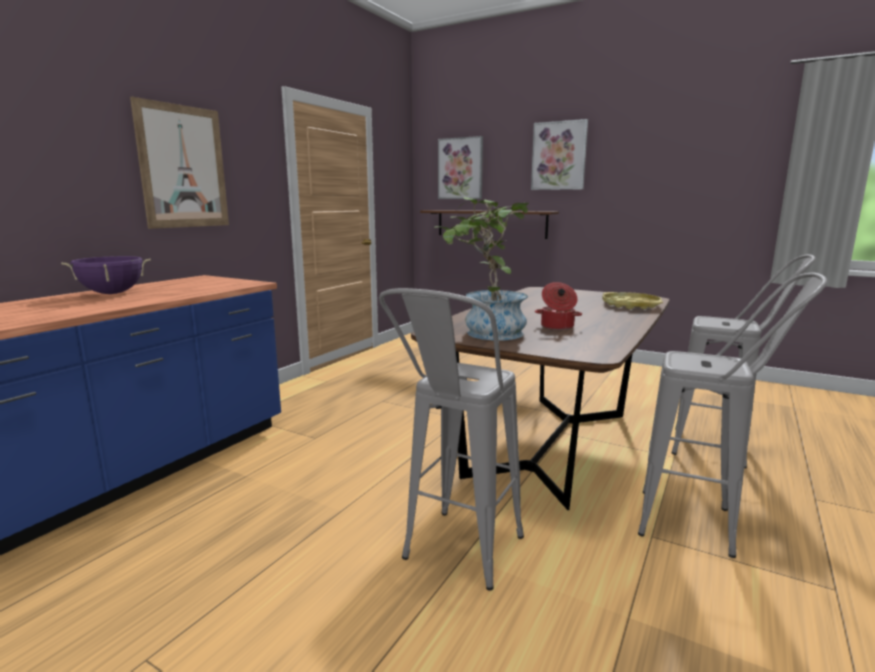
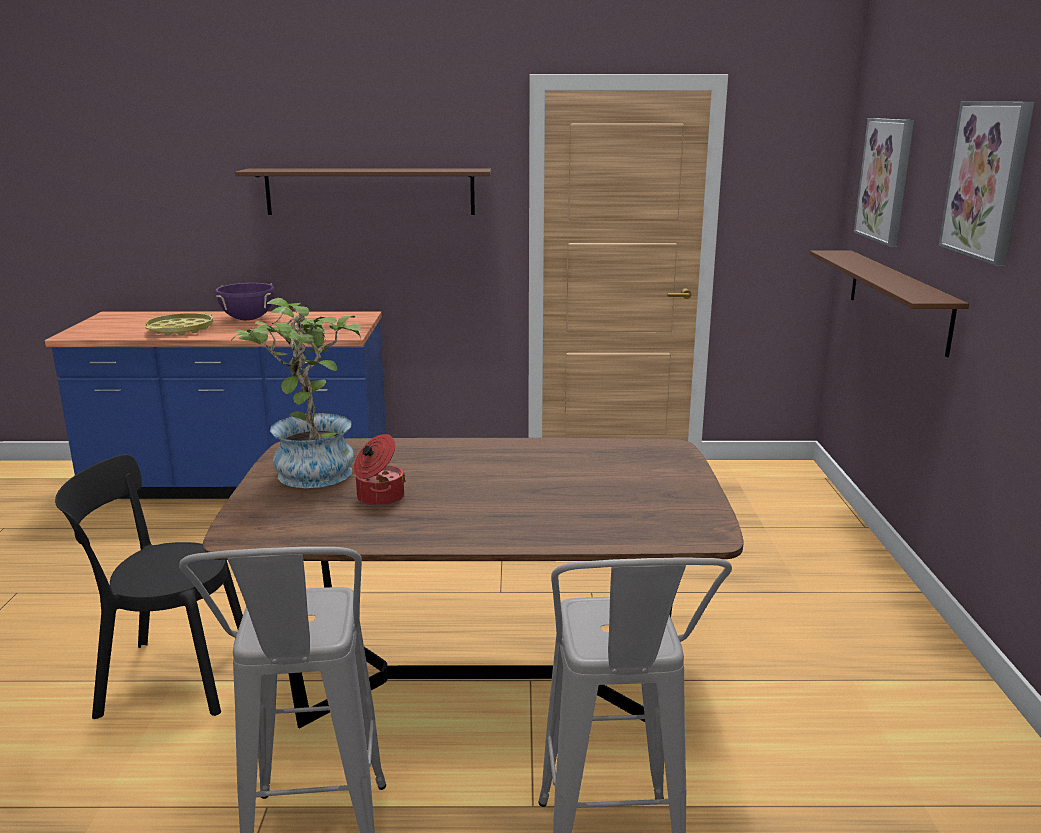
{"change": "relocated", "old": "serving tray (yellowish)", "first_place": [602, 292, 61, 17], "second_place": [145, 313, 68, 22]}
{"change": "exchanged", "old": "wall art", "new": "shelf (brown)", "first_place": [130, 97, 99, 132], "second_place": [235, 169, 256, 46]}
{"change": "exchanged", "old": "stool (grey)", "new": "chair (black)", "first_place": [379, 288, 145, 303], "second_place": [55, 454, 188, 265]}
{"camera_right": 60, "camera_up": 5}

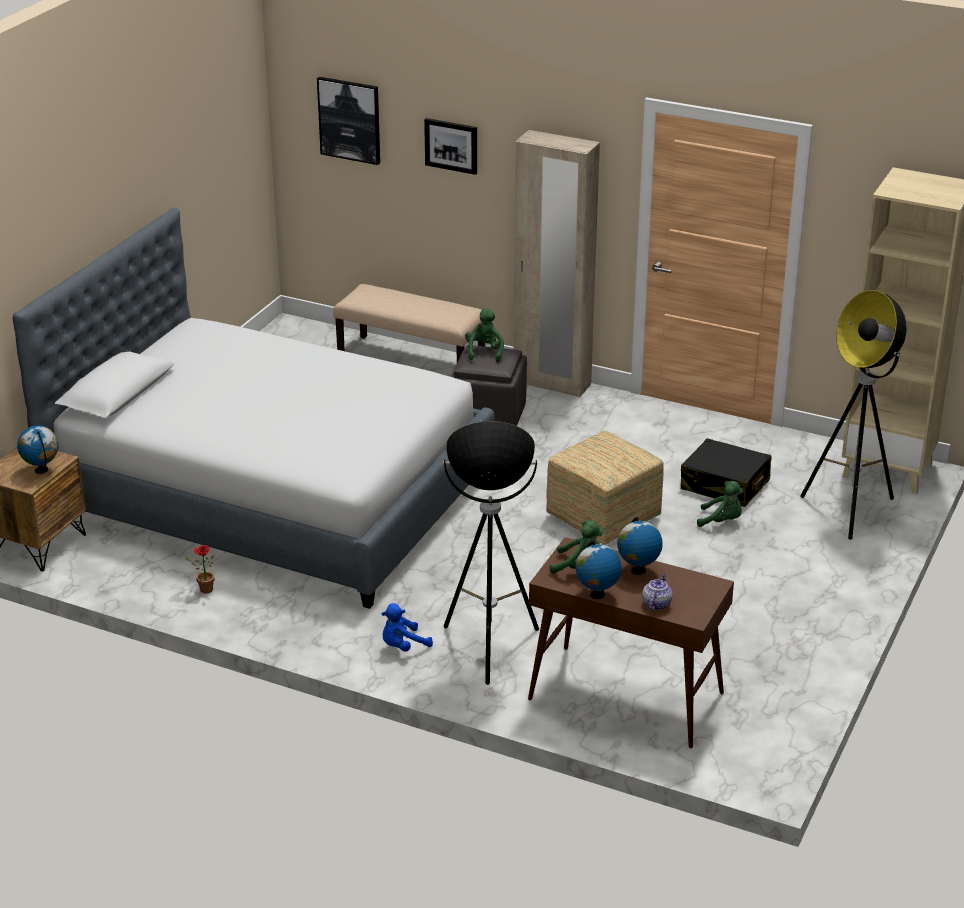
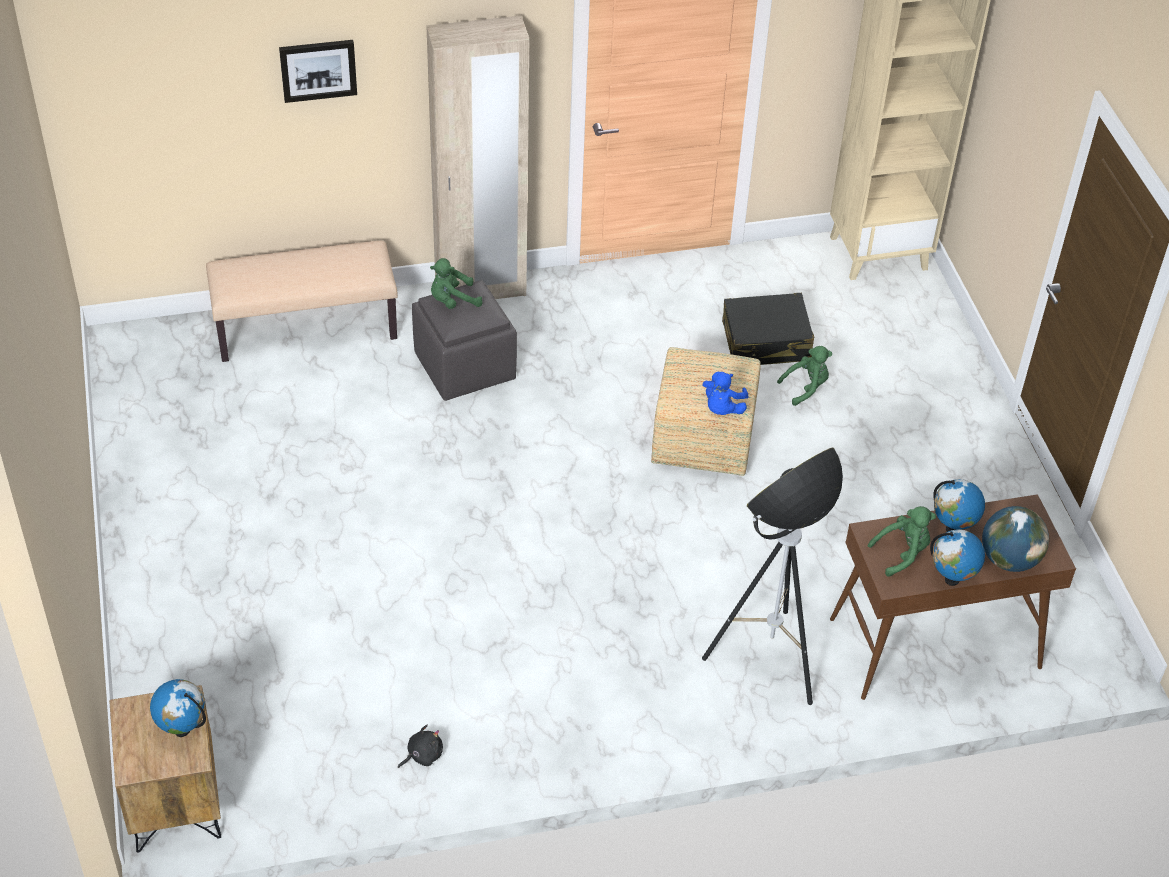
{"change": "missing", "old": "sleeping bed", "first_place": [13, 208, 482, 401]}
{"change": "missing", "old": "wall art", "first_place": [317, 77, 63, 88]}
{"change": "missing", "old": "standing lamp", "first_place": [801, 290, 106, 250]}
{"change": "relocated", "old": "plush toy (bluish)", "first_place": [382, 603, 51, 49], "second_place": [703, 372, 45, 43]}
{"change": "exchanged", "old": "plant in a pot", "new": "plush toy (black)", "first_place": [185, 545, 30, 49], "second_place": [398, 725, 45, 43]}
{"change": "exchanged", "old": "tea pot", "new": "globe", "first_place": [642, 573, 30, 37], "second_place": [982, 506, 67, 66]}
{"change": "spun", "old": "plush toy (greenish)", "first_place": [465, 308, 39, 54], "second_place": [430, 258, 53, 51], "degrees": -75}
{"camera_right": -40, "camera_up": 15}

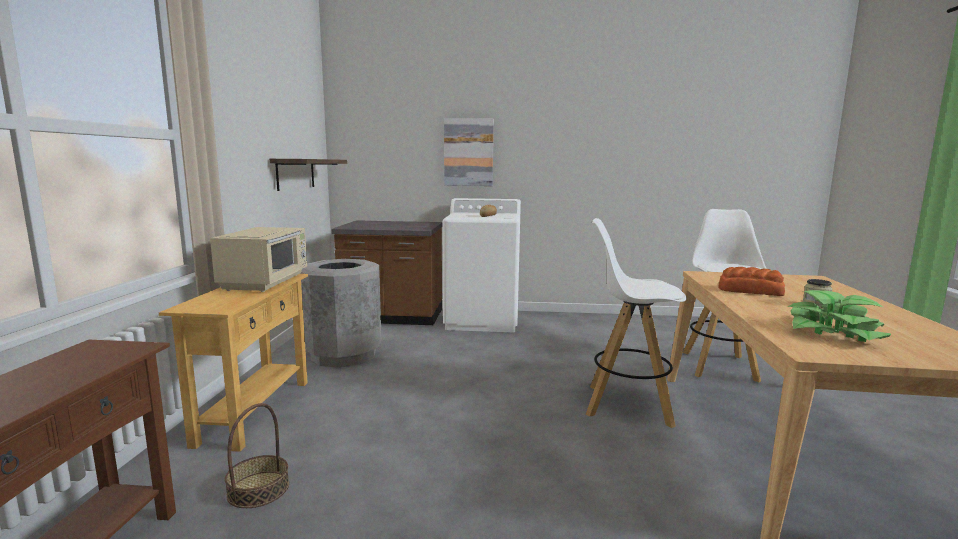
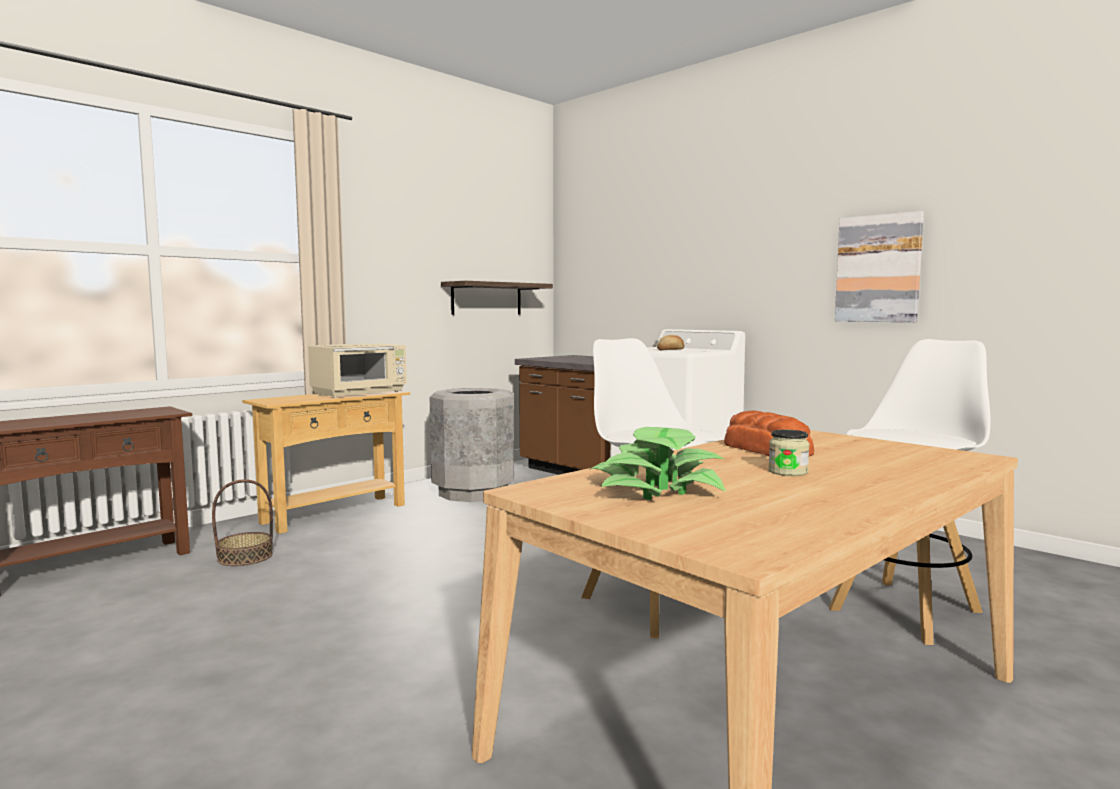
{"change": "relocated", "old": "wall art", "first_place": [444, 118, 50, 68], "second_place": [835, 211, 89, 111]}
{"camera_right": 40, "camera_up": -5}

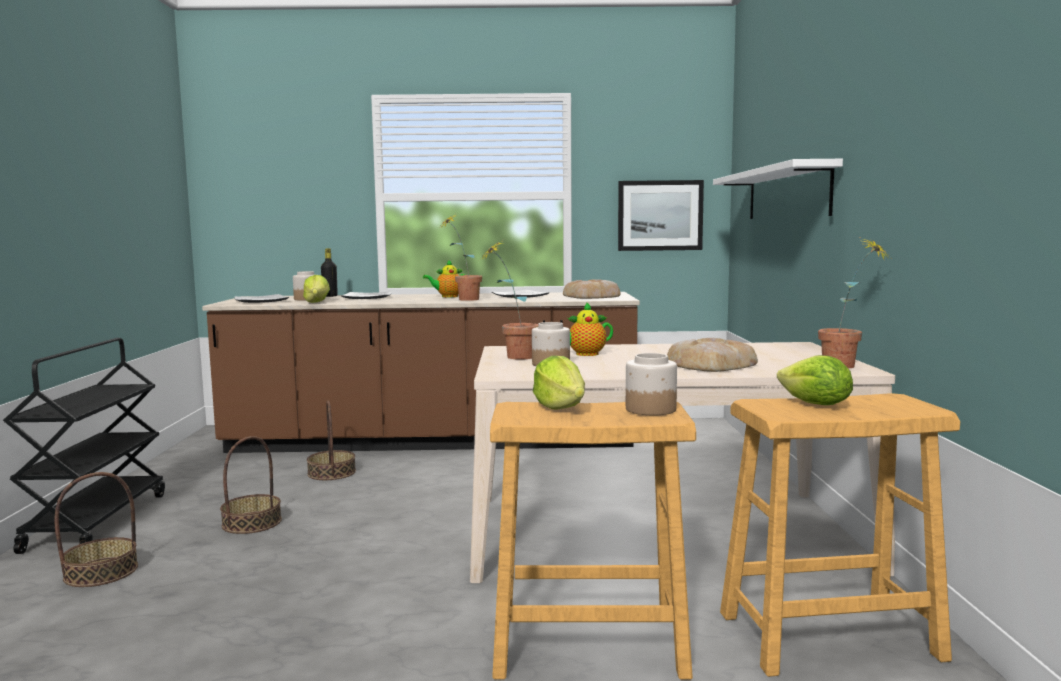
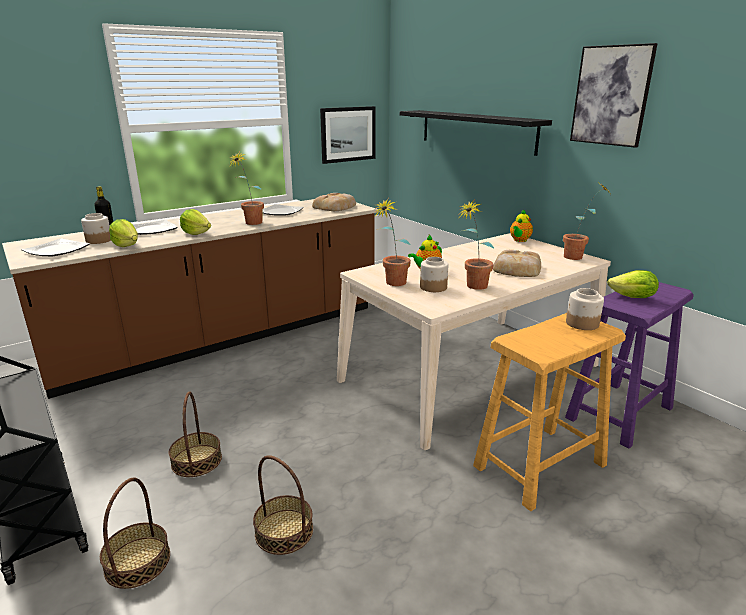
{"change": "appeared", "new": "plant in a pot", "second_place": [460, 199, 34, 91]}
{"change": "appeared", "new": "wall art", "second_place": [570, 43, 88, 105]}
{"change": "relocated", "old": "household basket", "first_place": [307, 401, 49, 79], "second_place": [253, 455, 60, 100]}
{"change": "relocated", "old": "tea pot", "first_place": [423, 259, 42, 38], "second_place": [510, 209, 23, 33]}
{"change": "relocated", "old": "lettuce head", "first_place": [533, 356, 52, 53], "second_place": [180, 209, 31, 26]}
{"change": "colour", "old": "shelf (whitish)", "new": "shelf (black)", "first_place": [713, 159, 130, 60], "second_place": [400, 110, 152, 46]}
{"change": "colour", "old": "stool (beige-coloured)", "new": "stool (purplish)", "first_place": [720, 393, 240, 284], "second_place": [565, 282, 129, 166]}
{"camera_right": -35, "camera_up": 15}

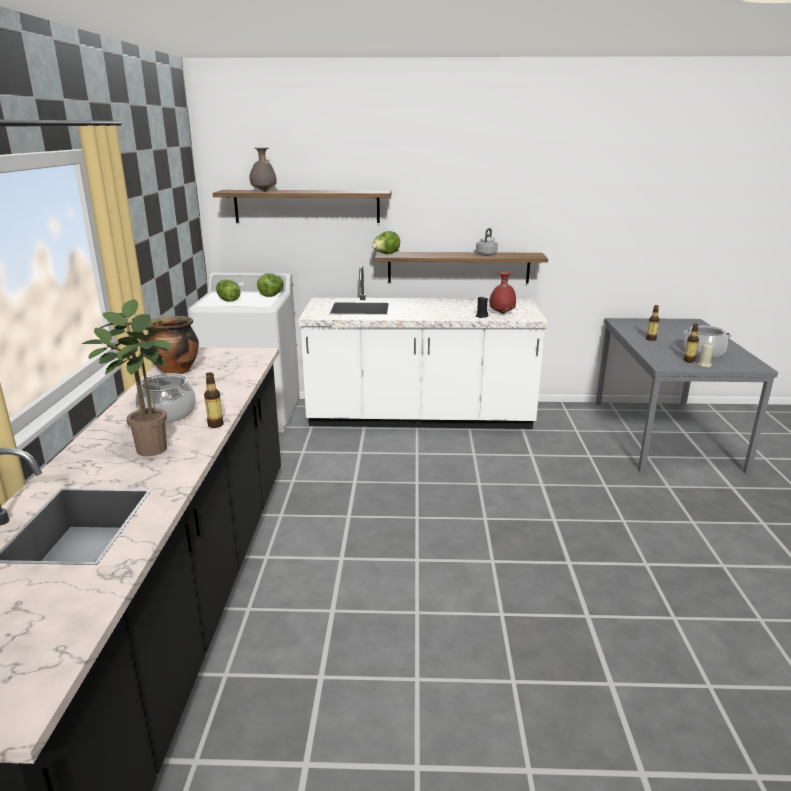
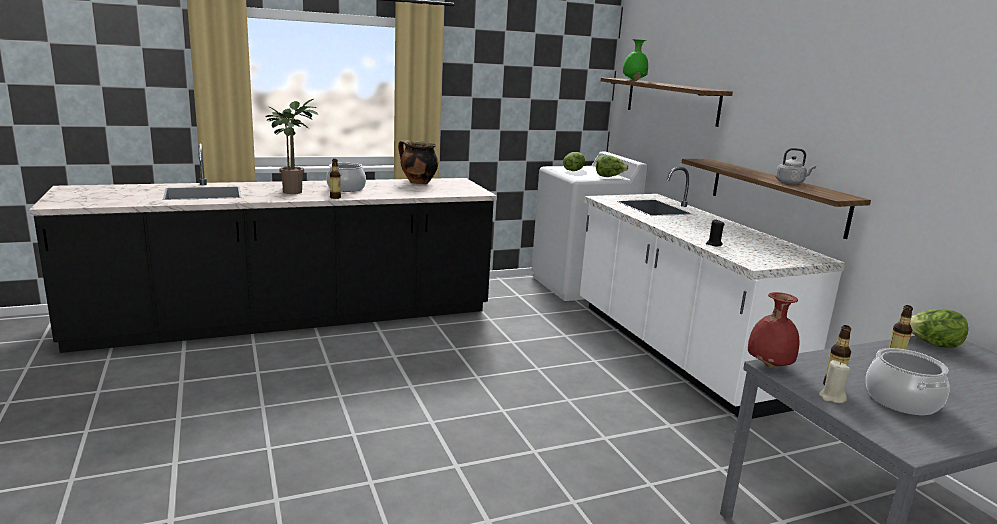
{"change": "relocated", "old": "lettuce head", "first_place": [372, 231, 28, 23], "second_place": [910, 309, 58, 39]}
{"change": "relocated", "old": "decorative vase (red-coloured)", "first_place": [490, 271, 26, 43], "second_place": [748, 292, 52, 76]}
{"change": "colour", "old": "decorative vase (grey)", "new": "decorative vase (greenish)", "first_place": [249, 148, 28, 44], "second_place": [623, 39, 25, 42]}
{"camera_right": 65, "camera_up": -5}

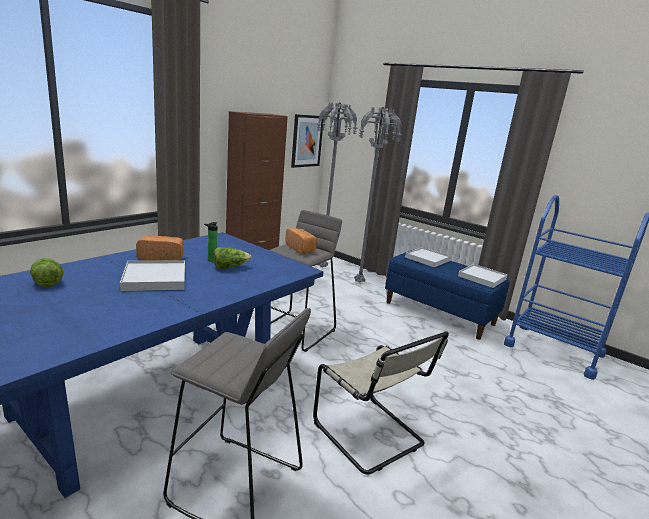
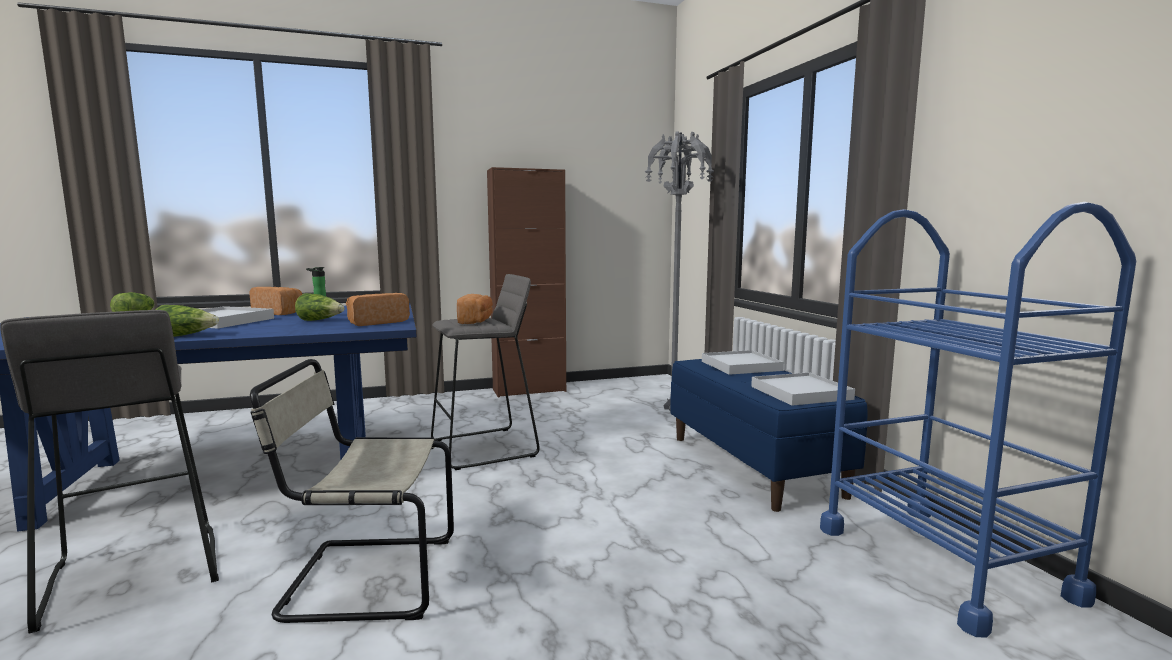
{"change": "missing", "old": "wall art", "first_place": [291, 114, 33, 54]}
{"change": "missing", "old": "standing lamp (grey)", "first_place": [317, 102, 40, 165]}
{"change": "appeared", "new": "lettuce head", "second_place": [156, 305, 63, 32]}
{"change": "appeared", "new": "bread", "second_place": [346, 293, 64, 33]}
{"change": "spun", "old": "chair (beige-coloured)", "first_place": [313, 331, 136, 143], "second_place": [250, 359, 204, 264], "degrees": 90}
{"camera_right": 35, "camera_up": -10}

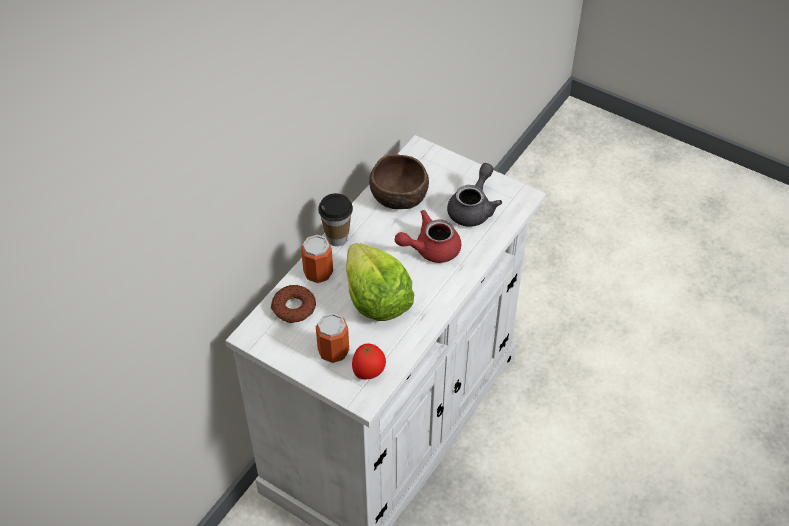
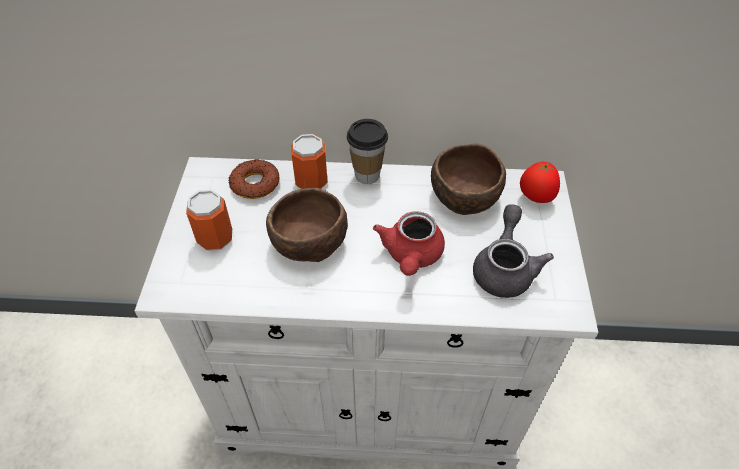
{"change": "relocated", "old": "tomato", "first_place": [352, 344, 34, 35], "second_place": [520, 162, 40, 41]}
{"change": "exchanged", "old": "lettuce head", "new": "deep dish (brown)", "first_place": [346, 243, 69, 78], "second_place": [266, 188, 82, 74]}
{"change": "spun", "old": "tea pot (red-coloured)", "first_place": [395, 210, 66, 53], "second_place": [373, 211, 72, 65], "degrees": -120}
{"change": "spun", "old": "tea pot (grey)", "first_place": [447, 163, 55, 64], "second_place": [473, 204, 81, 94], "degrees": -75}
{"camera_right": 60, "camera_up": 0}

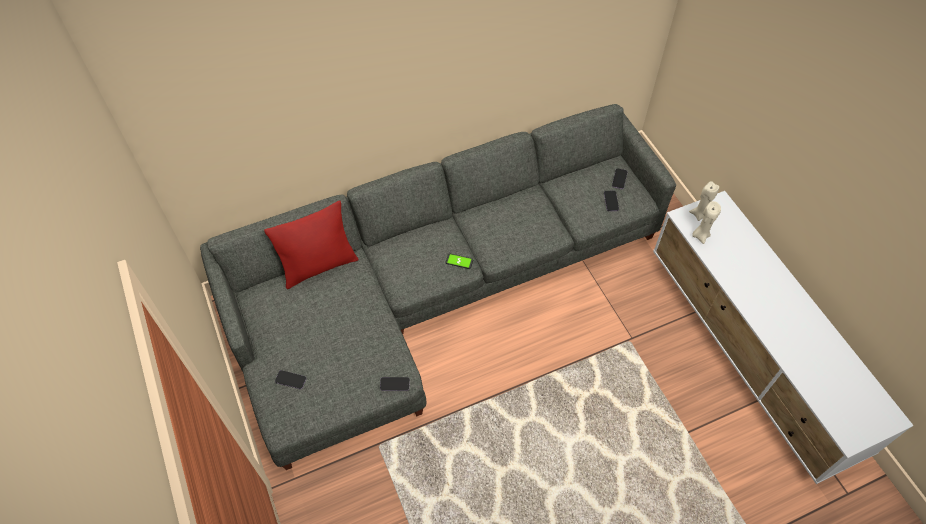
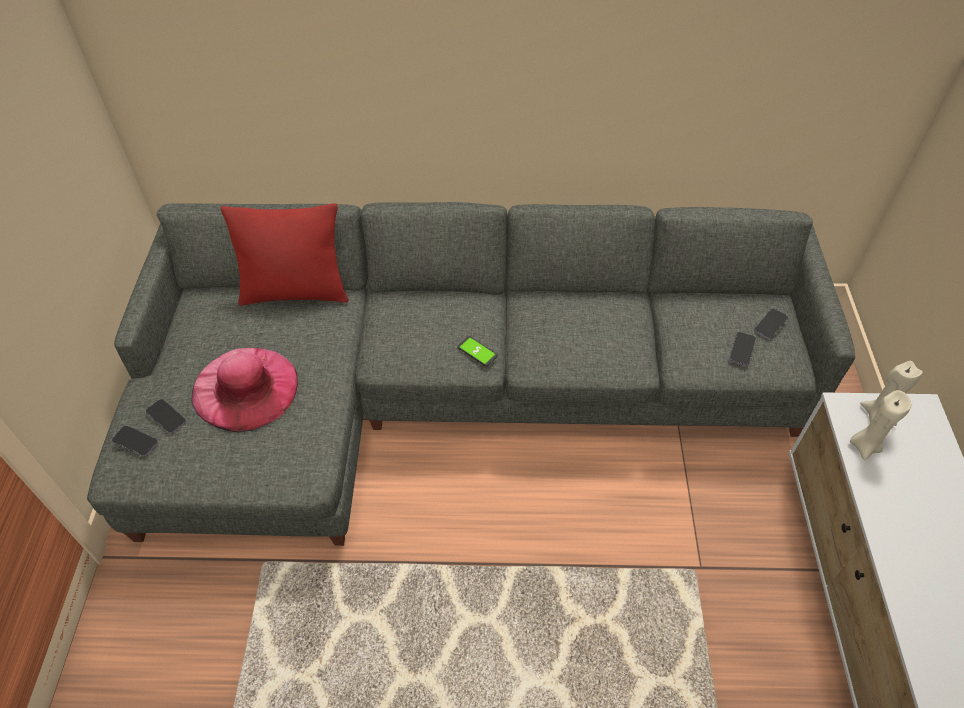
{"change": "appeared", "new": "clothing hat (pink)", "second_place": [192, 348, 106, 84]}
{"change": "relocated", "old": "phone", "first_place": [380, 377, 30, 14], "second_place": [112, 425, 46, 31]}
{"camera_right": 25, "camera_up": -5}

